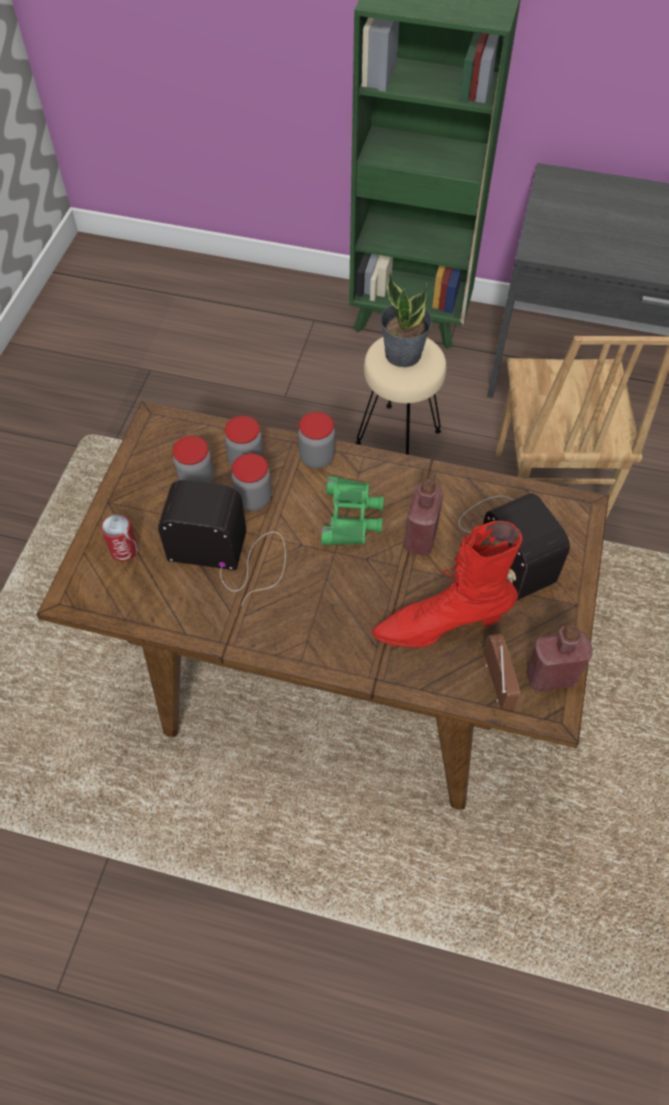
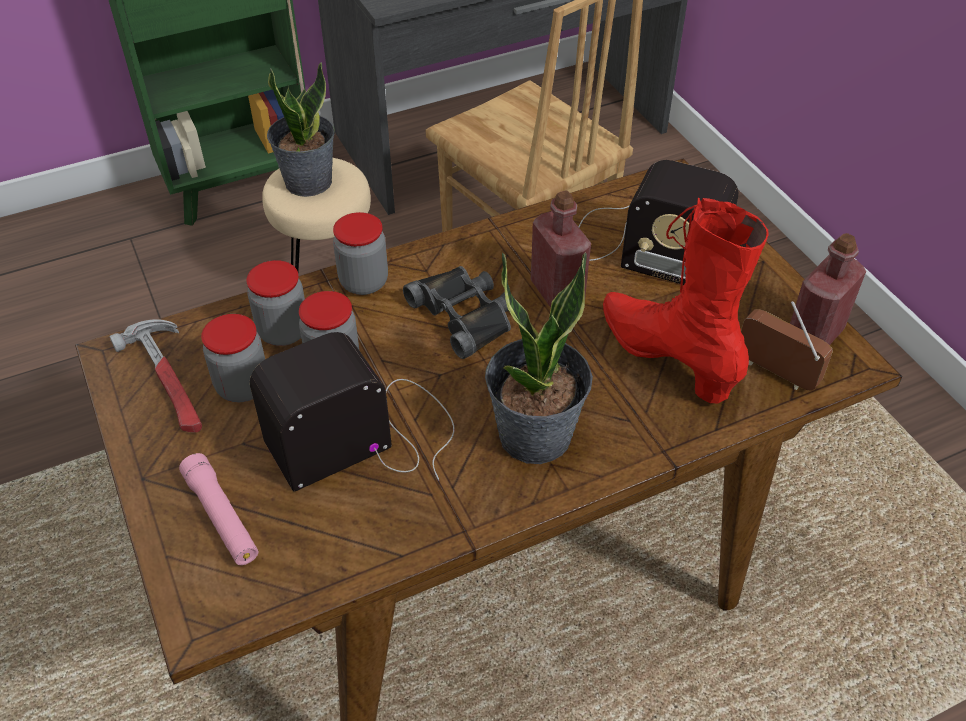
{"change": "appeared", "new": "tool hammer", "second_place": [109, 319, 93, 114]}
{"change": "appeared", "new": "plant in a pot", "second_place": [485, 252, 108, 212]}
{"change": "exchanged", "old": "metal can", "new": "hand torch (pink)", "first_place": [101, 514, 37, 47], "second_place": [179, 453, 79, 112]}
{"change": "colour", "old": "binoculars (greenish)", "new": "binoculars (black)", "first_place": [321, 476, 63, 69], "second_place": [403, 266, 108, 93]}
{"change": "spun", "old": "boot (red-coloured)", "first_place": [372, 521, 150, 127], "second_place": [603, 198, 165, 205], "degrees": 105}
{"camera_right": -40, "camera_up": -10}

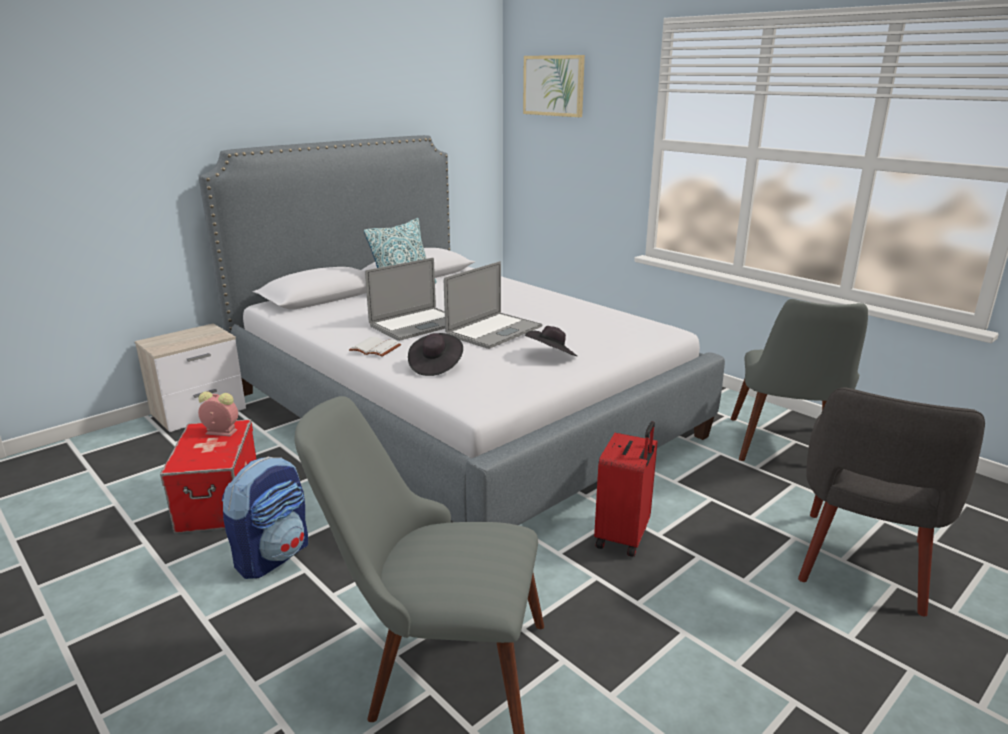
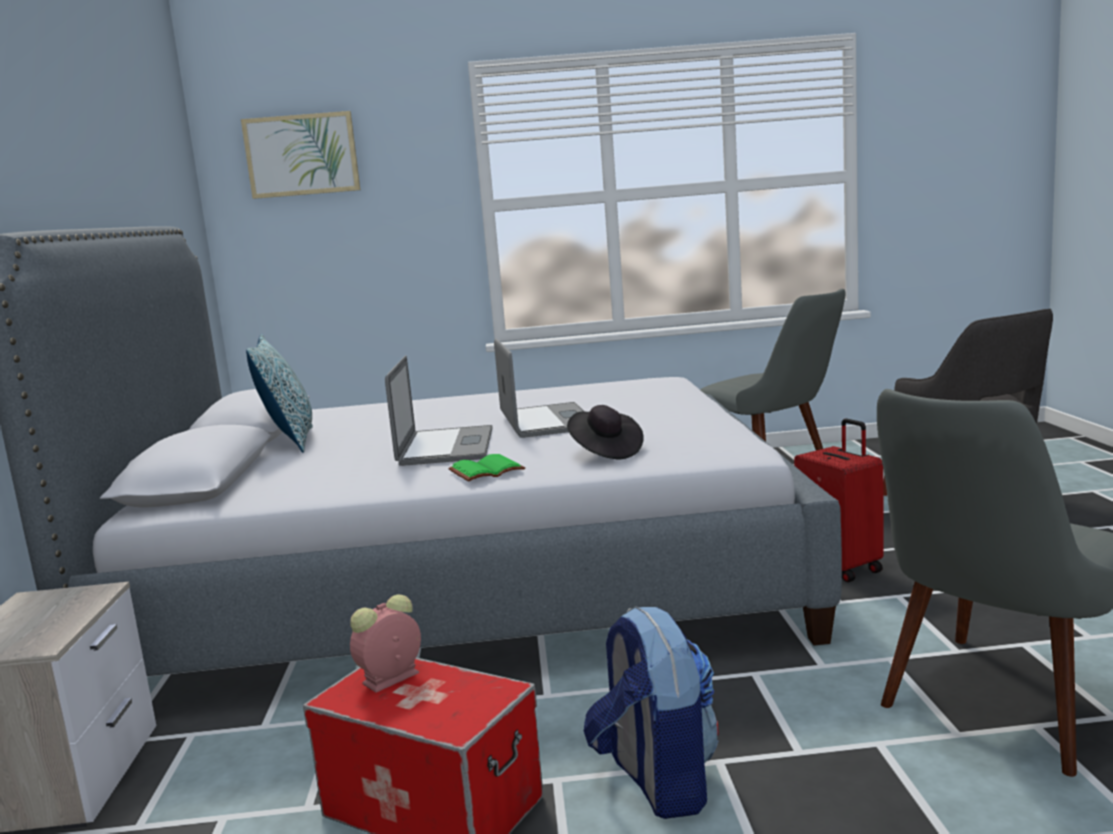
{"change": "missing", "old": "clothing hat (black)", "first_place": [525, 326, 52, 30]}
{"change": "colour", "old": "volume (whitish)", "new": "volume (greenish)", "first_place": [349, 337, 52, 20], "second_place": [448, 454, 77, 27]}
{"camera_right": -50, "camera_up": -10}

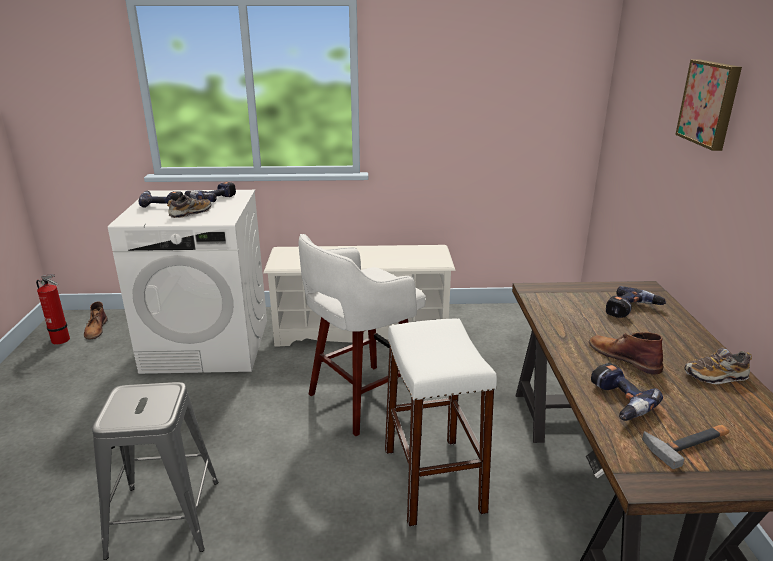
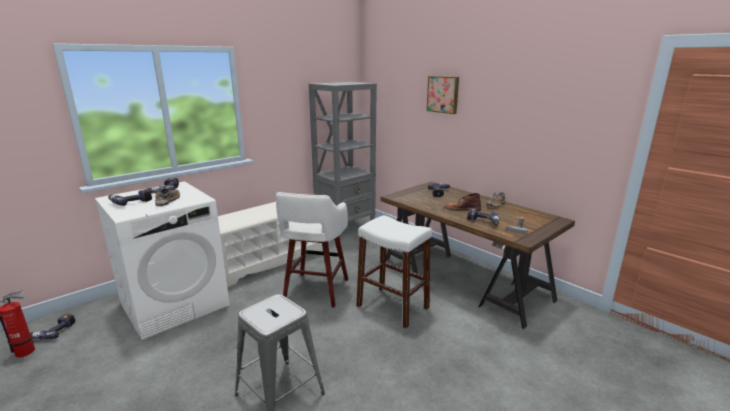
{"change": "appeared", "new": "bookcase (grey)", "second_place": [309, 82, 68, 156]}
{"change": "exchanged", "old": "boot (brown)", "new": "power drill", "first_place": [84, 301, 24, 39], "second_place": [30, 314, 45, 26]}
{"camera_right": -40, "camera_up": -5}

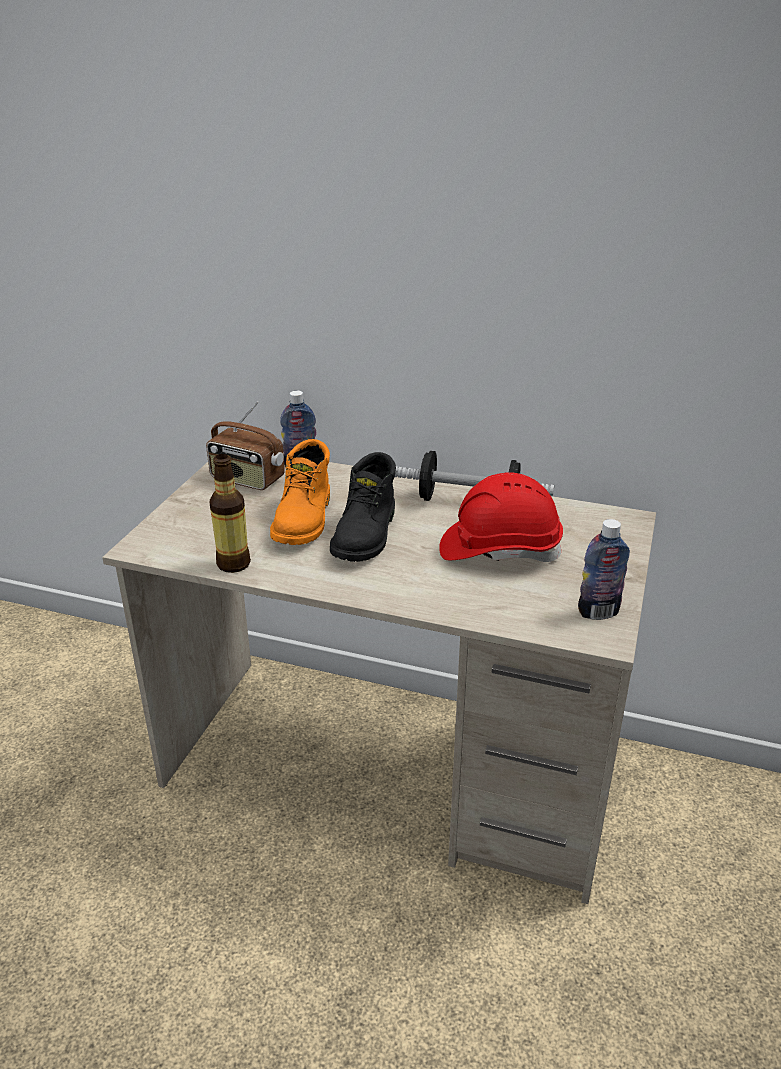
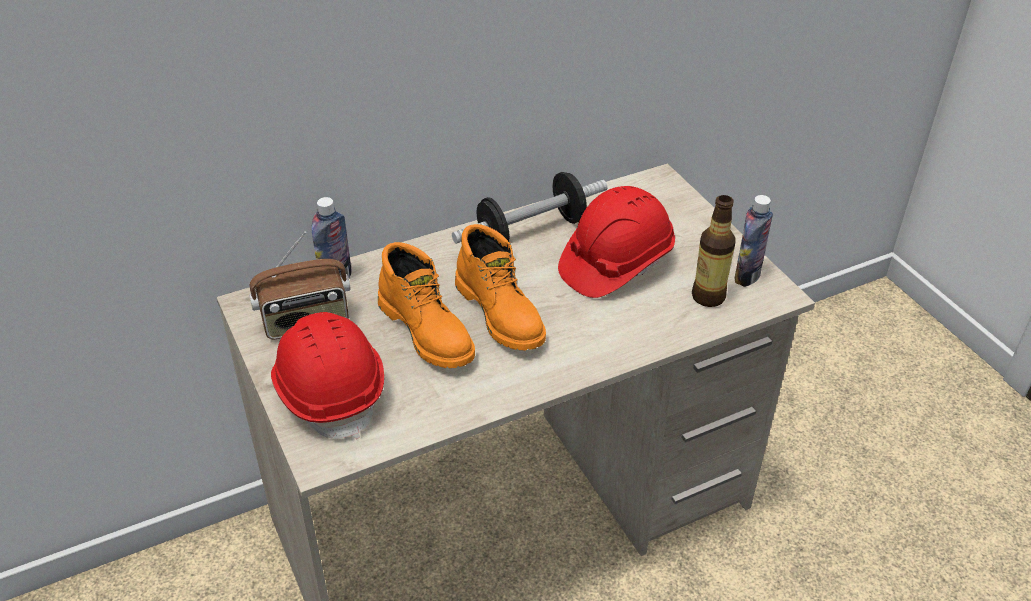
{"change": "appeared", "new": "work helmet (red-coloured)", "second_place": [271, 312, 113, 127]}
{"change": "relocated", "old": "drink bottle", "first_place": [210, 454, 41, 119], "second_place": [692, 195, 44, 112]}
{"change": "colour", "old": "boot (black)", "new": "boot (orange-coloured)", "first_place": [330, 452, 66, 110], "second_place": [455, 224, 91, 126]}
{"camera_right": -45, "camera_up": 10}

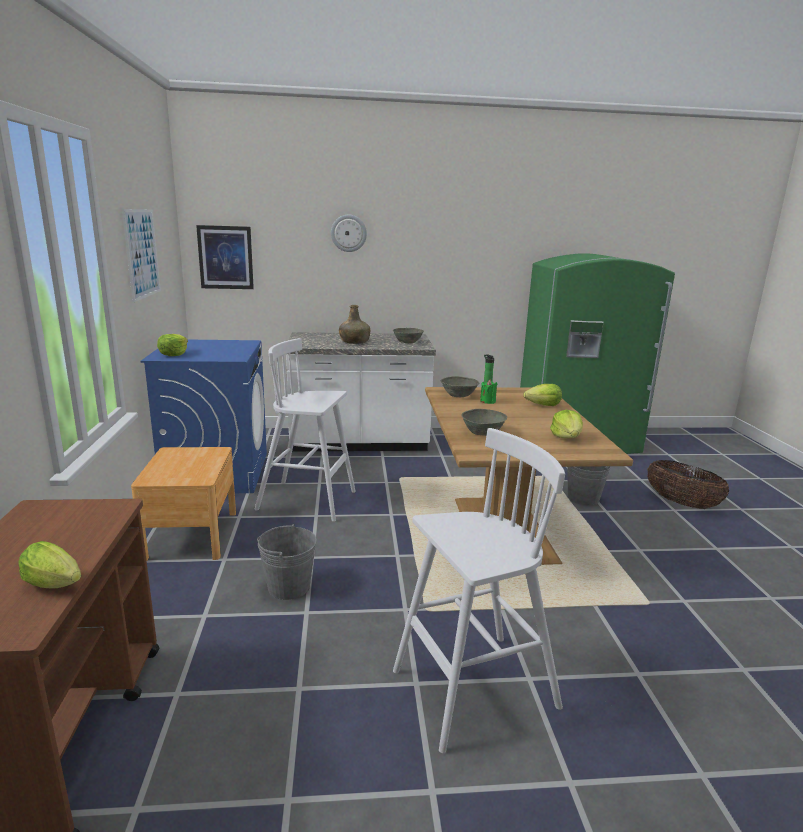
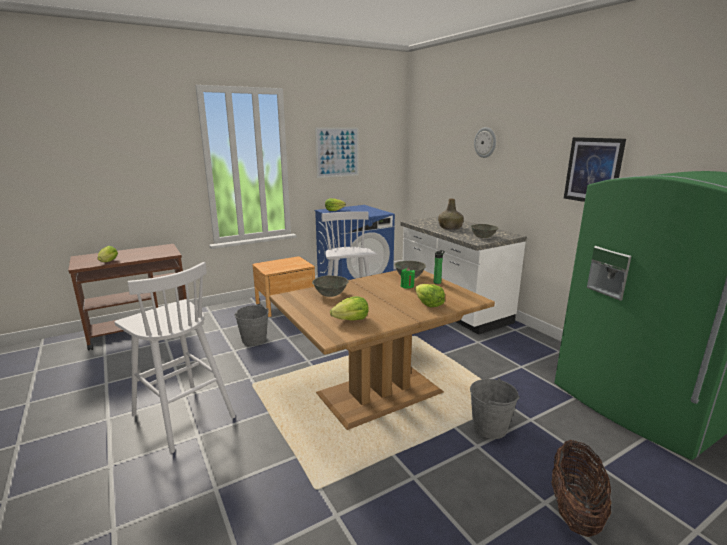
{"change": "relocated", "old": "wall art", "first_place": [196, 225, 58, 64], "second_place": [564, 137, 62, 65]}
{"camera_right": 65, "camera_up": 0}

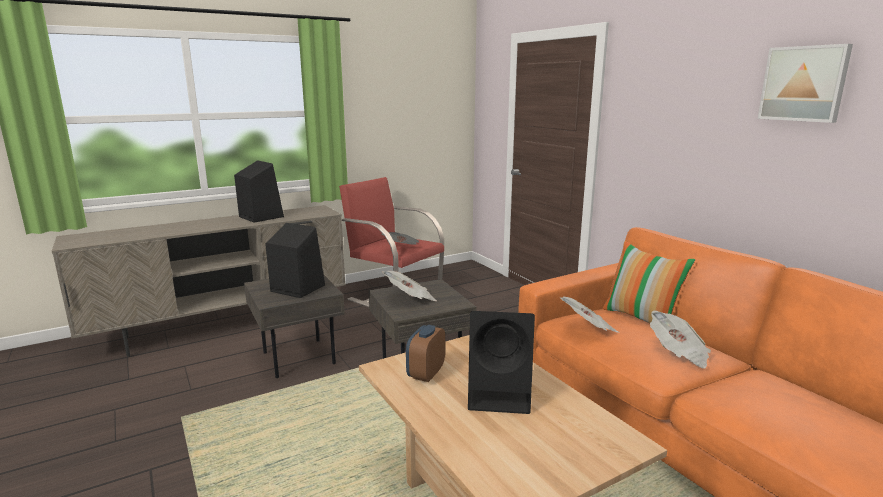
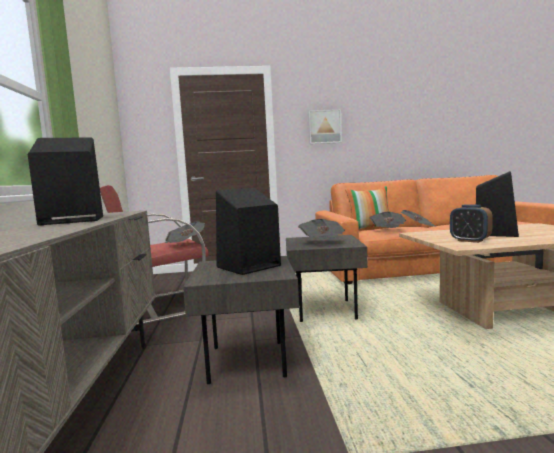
{"change": "relocated", "old": "wall art", "first_place": [758, 44, 95, 79], "second_place": [308, 109, 34, 35]}
{"camera_right": -65, "camera_up": -10}

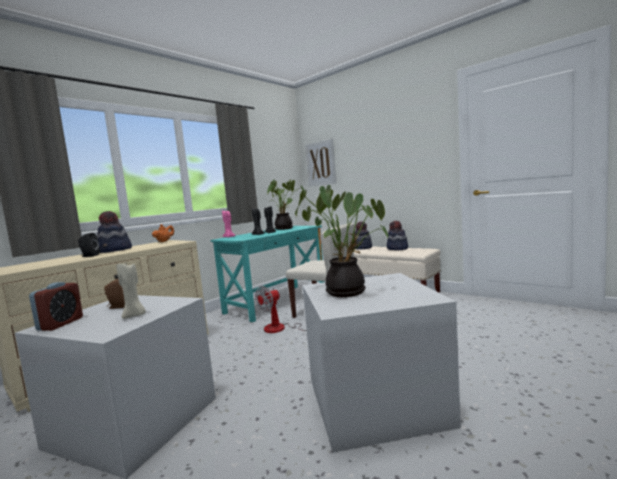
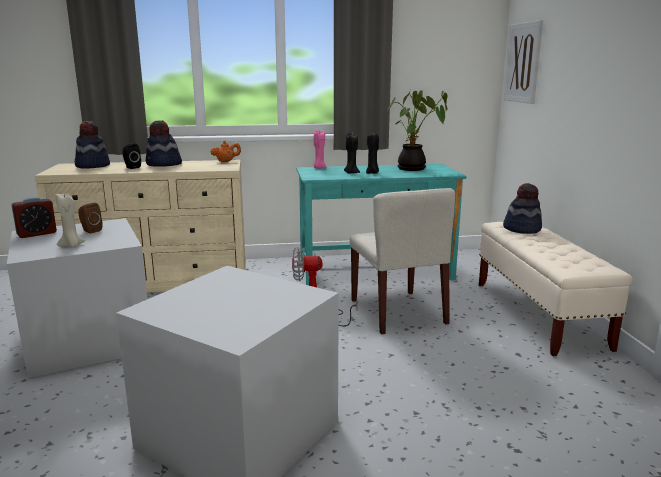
{"change": "missing", "old": "plant in a pot", "first_place": [295, 185, 93, 112]}
{"change": "relocated", "old": "clothing hat", "first_place": [386, 221, 22, 29], "second_place": [75, 121, 35, 48]}
{"camera_right": 40, "camera_up": 10}

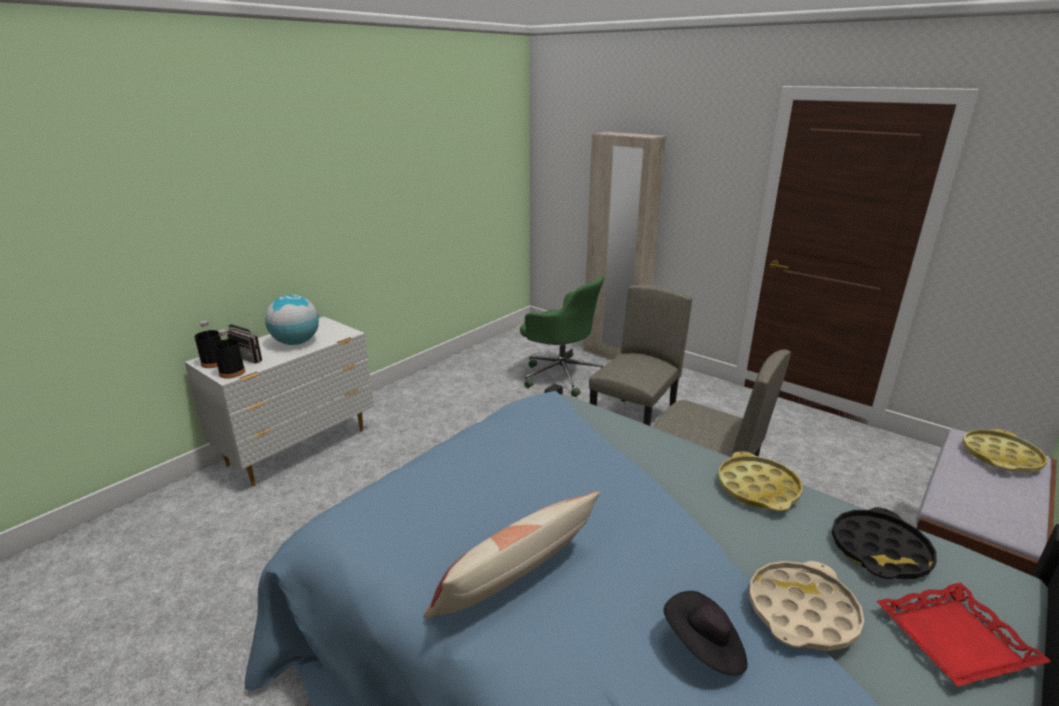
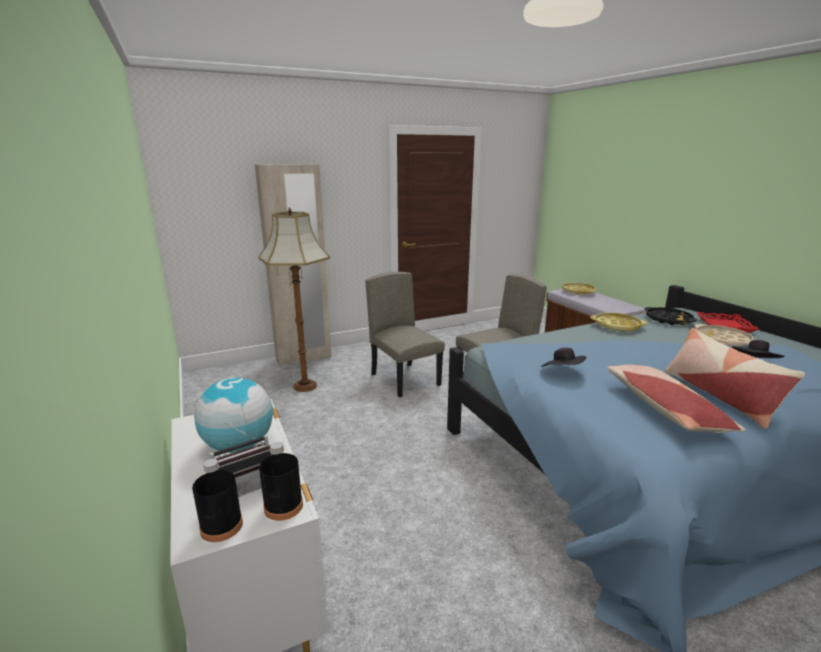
{"change": "appeared", "new": "clothing hat (black)", "second_place": [541, 348, 46, 19]}
{"change": "appeared", "new": "pillow", "second_place": [607, 365, 139, 68]}
{"change": "exchanged", "old": "desk chair (greenish)", "new": "standing lamp", "first_place": [520, 275, 84, 122], "second_place": [258, 207, 72, 185]}
{"camera_right": -65, "camera_up": -5}

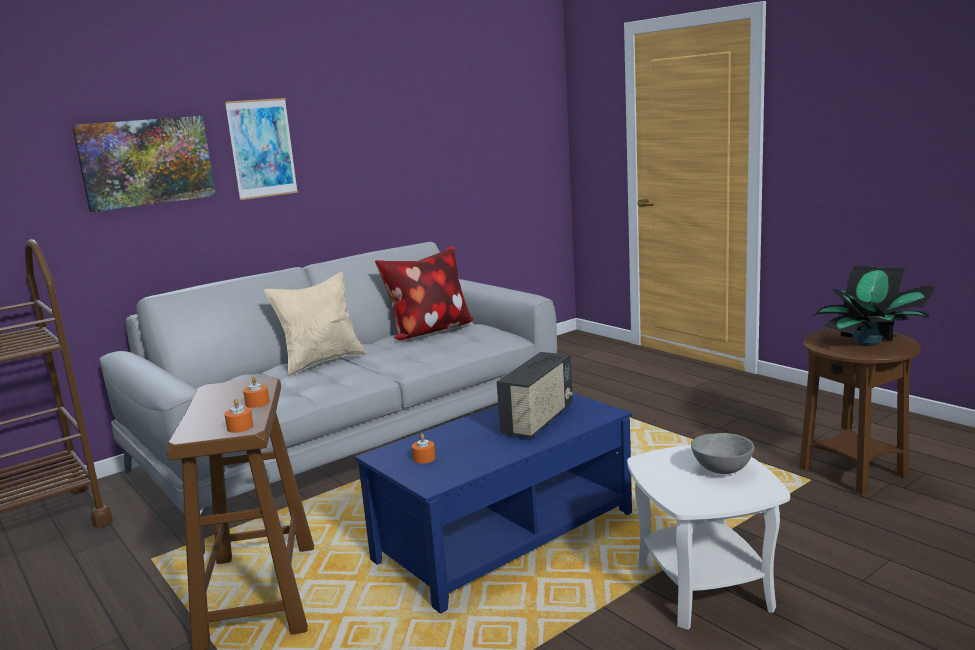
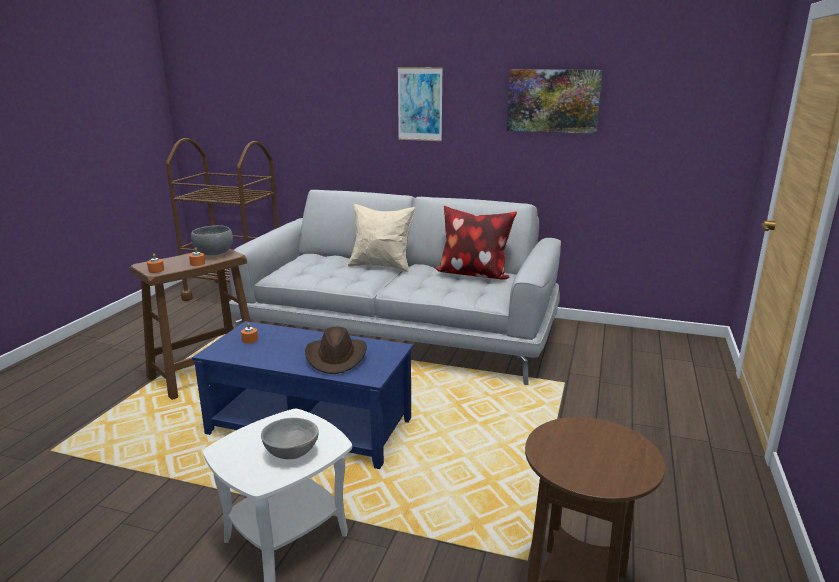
{"change": "missing", "old": "plant in a pot", "first_place": [812, 266, 123, 80]}
{"change": "appeared", "new": "deep dish (grey)", "second_place": [191, 225, 42, 30]}
{"change": "relocated", "old": "wall art", "first_place": [72, 116, 144, 96], "second_place": [507, 69, 96, 65]}
{"change": "exchanged", "old": "radio", "new": "clothing hat (brown)", "first_place": [497, 352, 76, 86], "second_place": [305, 327, 62, 47]}
{"camera_right": 55, "camera_up": 5}

